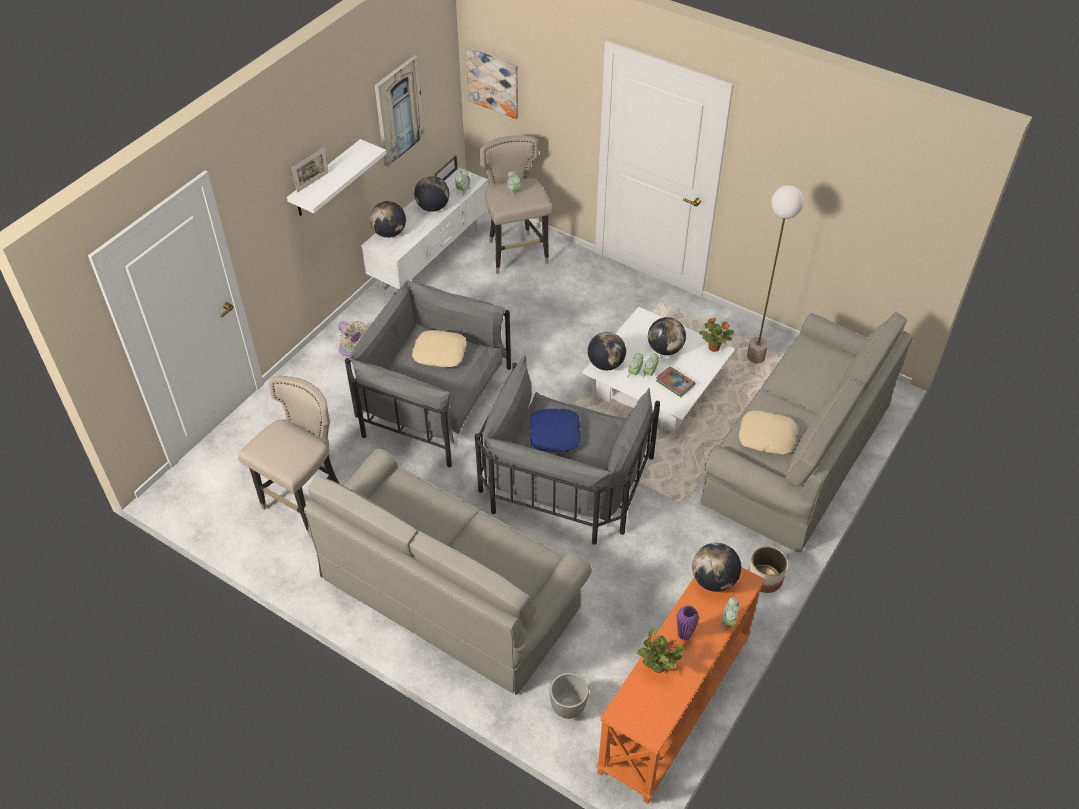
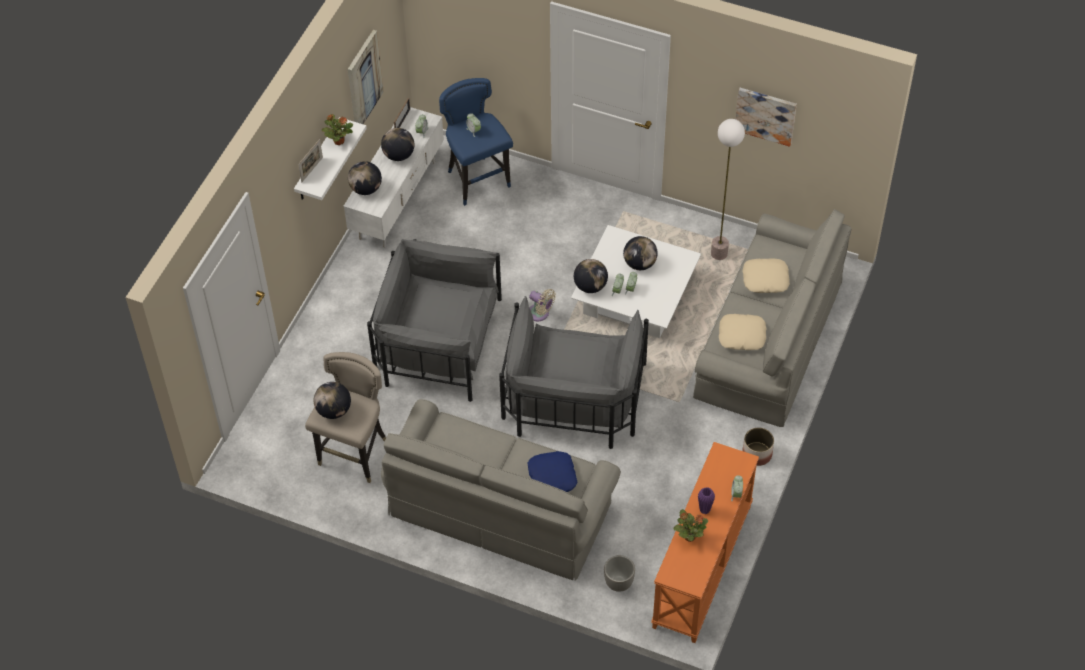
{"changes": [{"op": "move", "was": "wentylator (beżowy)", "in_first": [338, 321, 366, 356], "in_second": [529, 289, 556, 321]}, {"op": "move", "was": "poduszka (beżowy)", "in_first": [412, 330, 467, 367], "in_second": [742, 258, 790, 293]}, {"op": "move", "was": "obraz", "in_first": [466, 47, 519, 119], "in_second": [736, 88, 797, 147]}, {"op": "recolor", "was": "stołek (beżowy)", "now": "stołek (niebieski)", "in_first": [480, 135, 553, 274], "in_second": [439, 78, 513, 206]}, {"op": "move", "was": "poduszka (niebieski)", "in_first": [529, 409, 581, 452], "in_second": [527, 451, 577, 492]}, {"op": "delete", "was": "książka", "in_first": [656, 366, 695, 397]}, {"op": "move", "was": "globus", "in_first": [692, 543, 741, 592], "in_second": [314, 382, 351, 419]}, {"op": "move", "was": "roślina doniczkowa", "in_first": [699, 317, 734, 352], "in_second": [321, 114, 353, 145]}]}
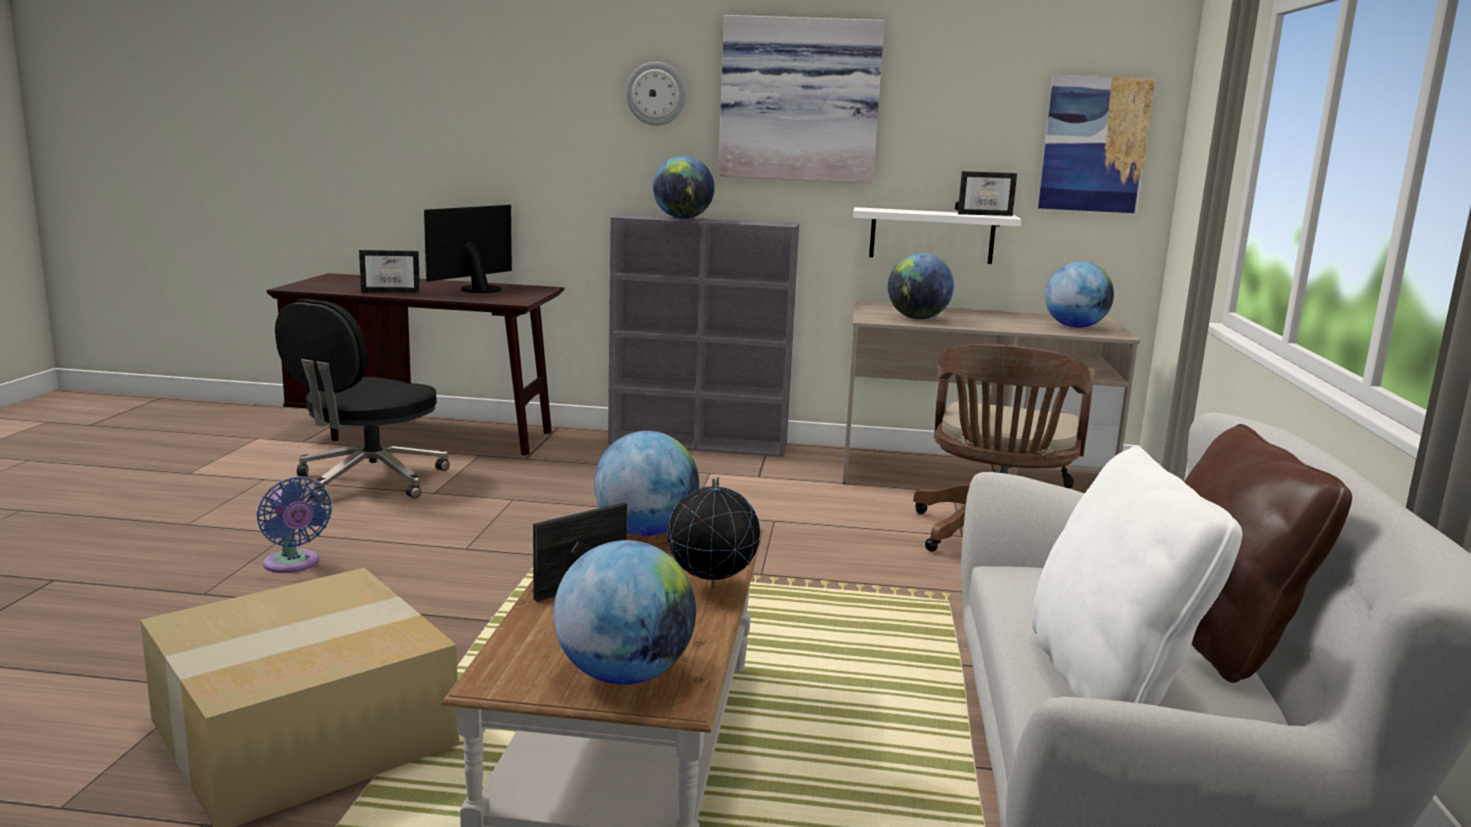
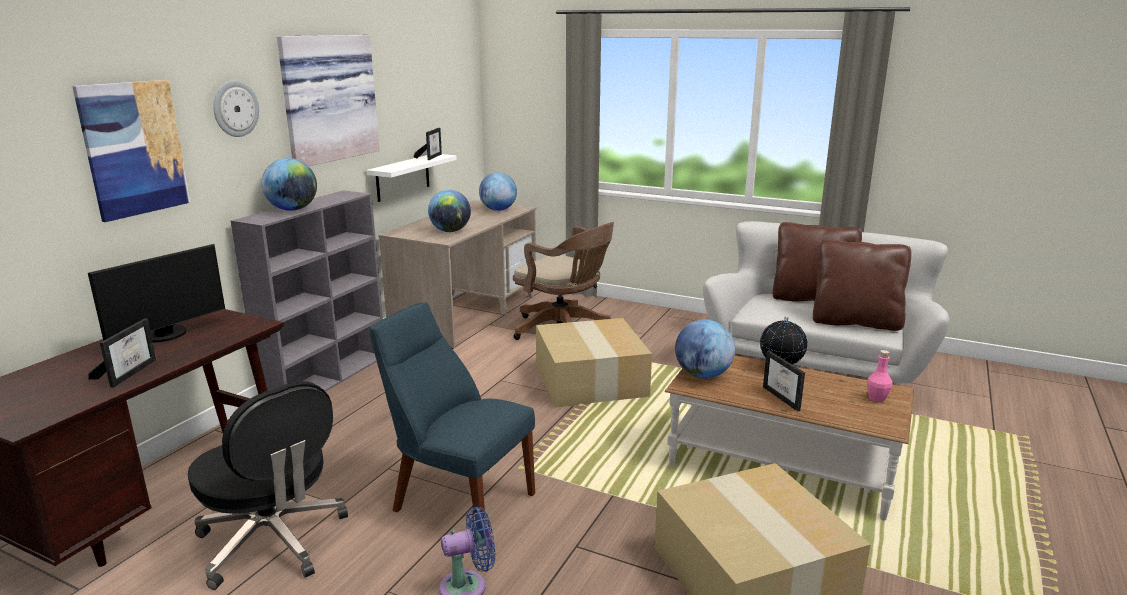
{"changes": [{"op": "rotate", "was": "monitor", "in_first": [424, 205, 512, 293], "in_second": [88, 244, 225, 342], "clockwise": -105}, {"op": "replace", "was": "globus", "now": "butelka (różowy)", "in_first": [553, 540, 696, 685], "in_second": [867, 350, 893, 402]}, {"op": "recolor", "was": "poduszka (biały)", "now": "poduszka (brązowy)", "in_first": [1031, 446, 1242, 706], "in_second": [813, 239, 911, 331]}, {"op": "move", "was": "obraz", "in_first": [1038, 75, 1155, 213], "in_second": [72, 80, 190, 222]}, {"op": "insert", "now": "krzesło (niebieski)", "in_second": [370, 302, 535, 545]}, {"op": "insert", "now": "karton", "in_second": [536, 318, 652, 408]}]}
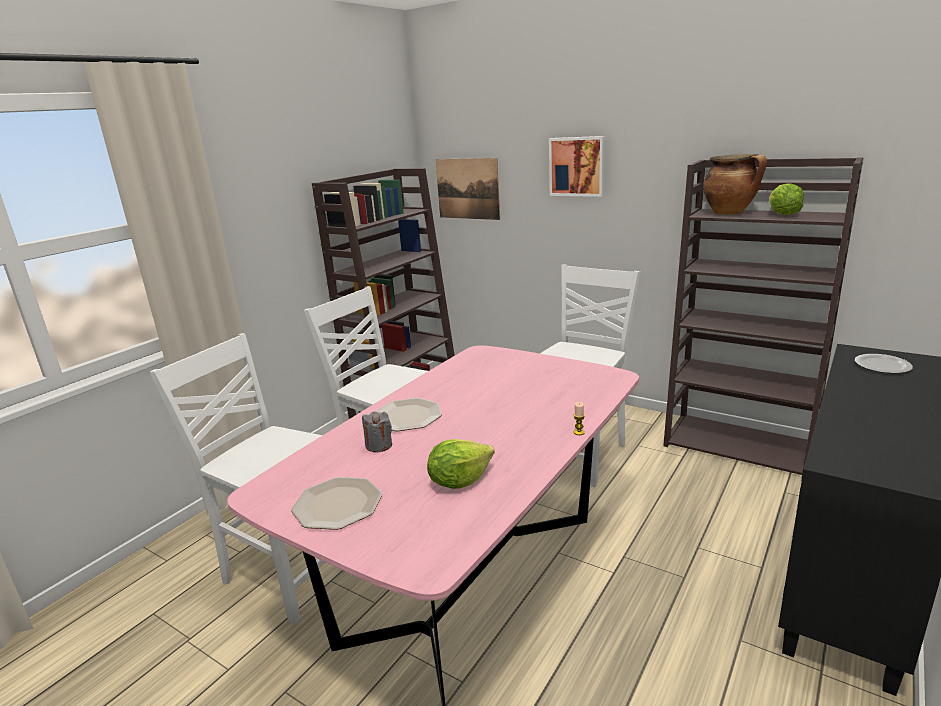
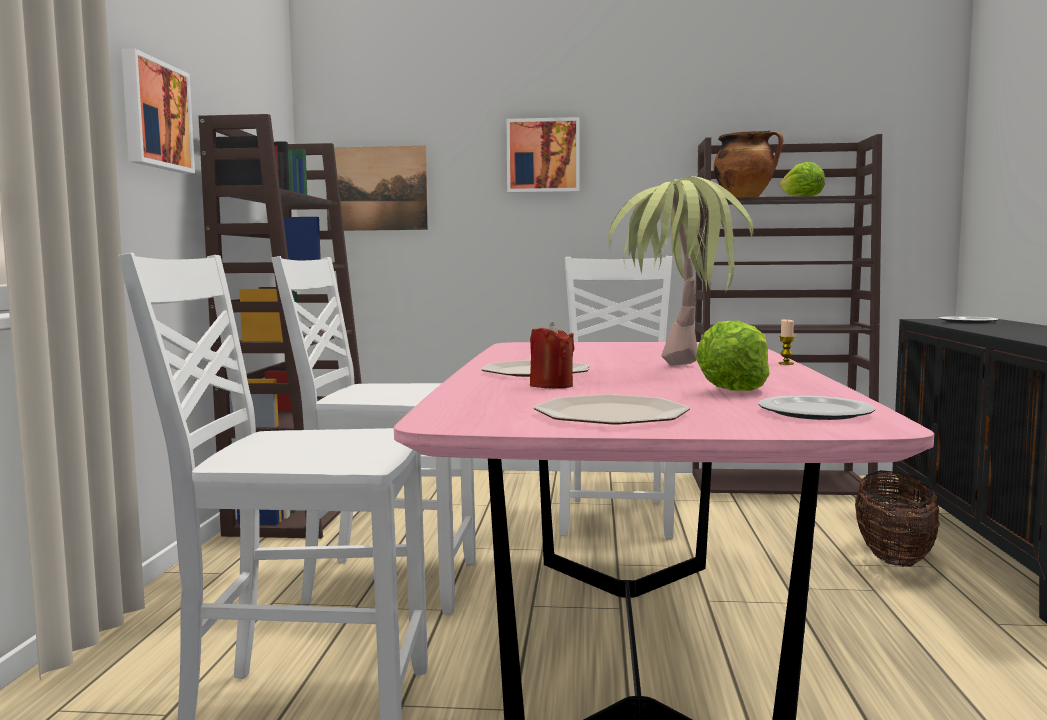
{"changes": [{"op": "recolor", "was": "świeca (szary)", "now": "świeca (czerwony)", "in_first": [362, 411, 392, 452], "in_second": [530, 322, 574, 389]}, {"op": "insert", "now": "obraz", "in_second": [122, 48, 195, 174]}, {"op": "insert", "now": "roślina doniczkowa", "in_second": [608, 176, 753, 366]}, {"op": "insert", "now": "talerz", "in_second": [758, 396, 875, 420]}, {"op": "insert", "now": "koszyk", "in_second": [855, 470, 940, 567]}]}
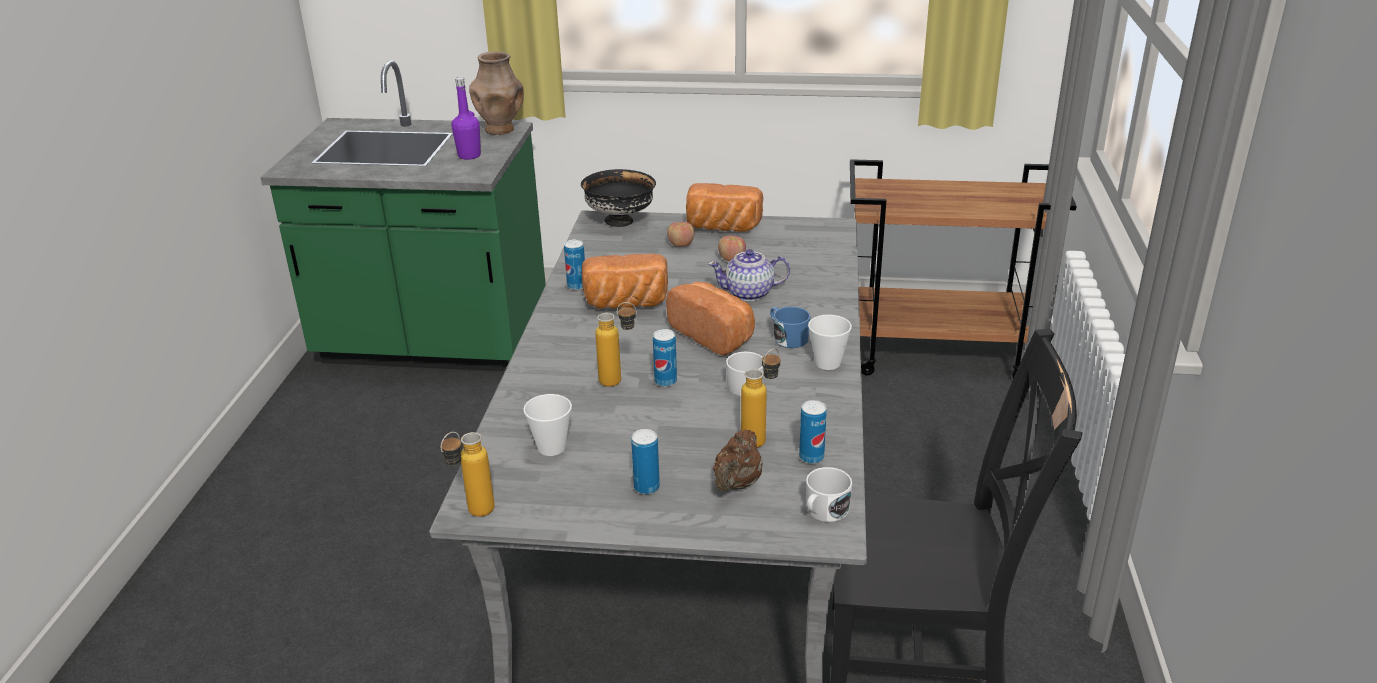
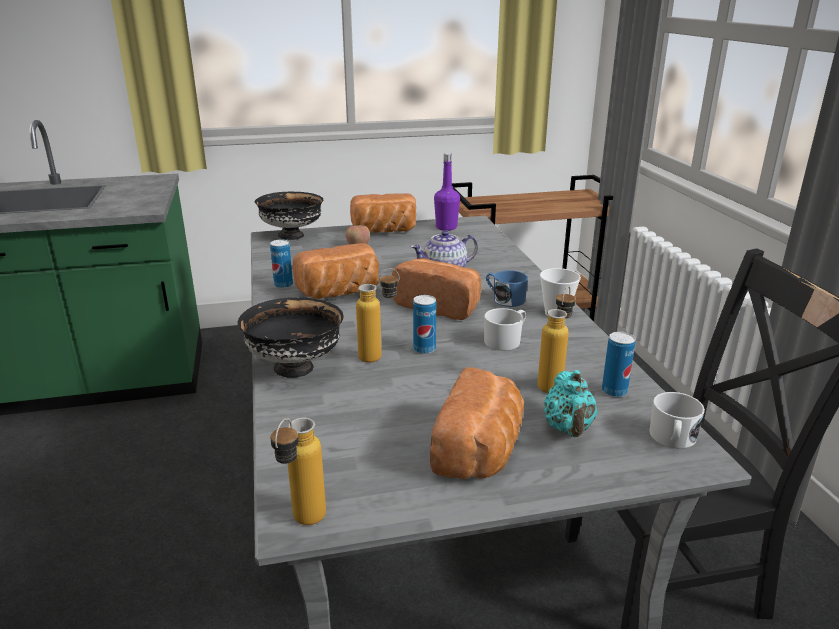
{"changes": [{"op": "move", "was": "butelka (fioletowy)", "in_first": [451, 77, 481, 160], "in_second": [434, 153, 460, 231]}, {"op": "delete", "was": "wazon (brązowy)", "in_first": [469, 51, 524, 135]}, {"op": "delete", "was": "filiżanka", "in_first": [523, 394, 572, 456]}, {"op": "replace", "was": "puszka", "now": "chleb", "in_first": [631, 429, 660, 494], "in_second": [430, 367, 524, 479]}, {"op": "recolor", "was": "imbryk (brązowy)", "now": "imbryk (turkusowy)", "in_first": [713, 430, 762, 492], "in_second": [543, 370, 598, 438]}, {"op": "delete", "was": "jabłko", "in_first": [718, 235, 746, 261]}, {"op": "insert", "now": "miska (czarny)", "in_second": [237, 297, 344, 378]}]}
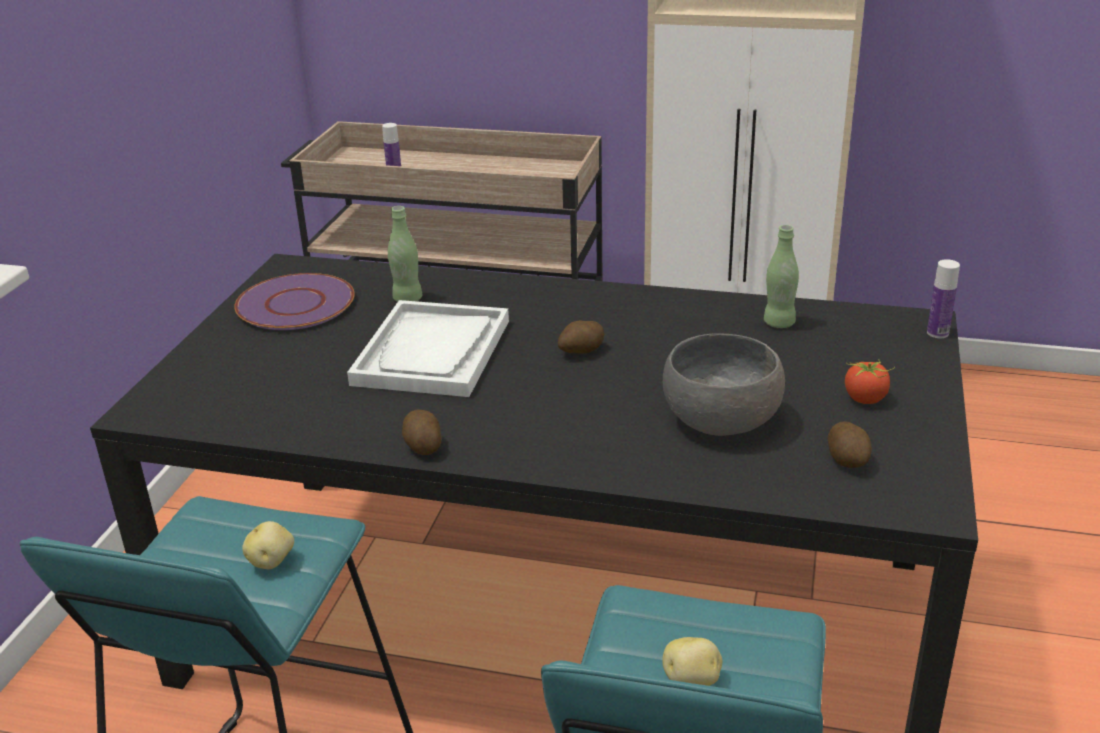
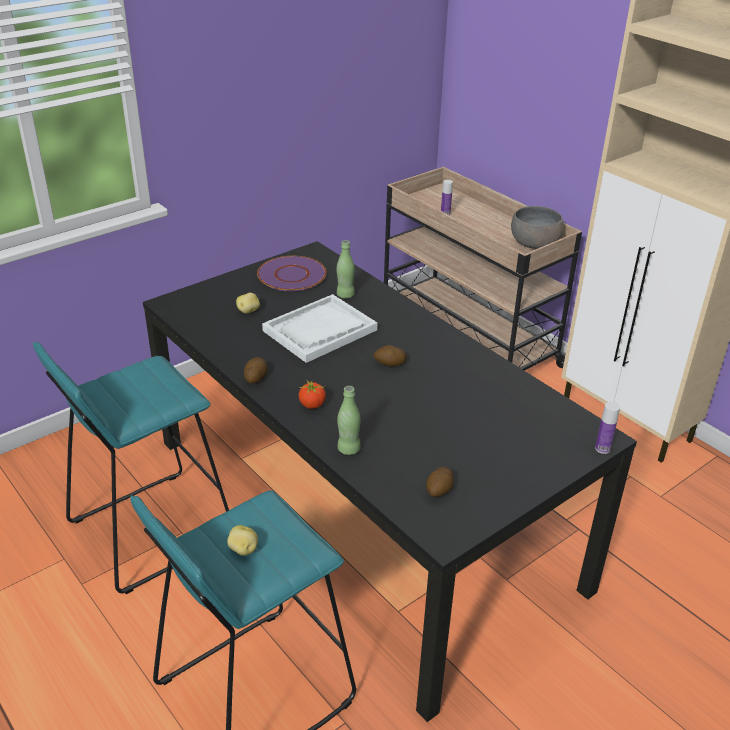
{"changes": [{"op": "move", "was": "ziemniak", "in_first": [242, 521, 294, 569], "in_second": [236, 293, 260, 314]}, {"op": "move", "was": "miska (szary)", "in_first": [663, 333, 785, 436], "in_second": [511, 206, 564, 249]}, {"op": "move", "was": "butelka (zielony)", "in_first": [764, 225, 799, 328], "in_second": [337, 386, 361, 455]}, {"op": "move", "was": "pomidor", "in_first": [845, 359, 895, 404], "in_second": [298, 379, 326, 409]}]}
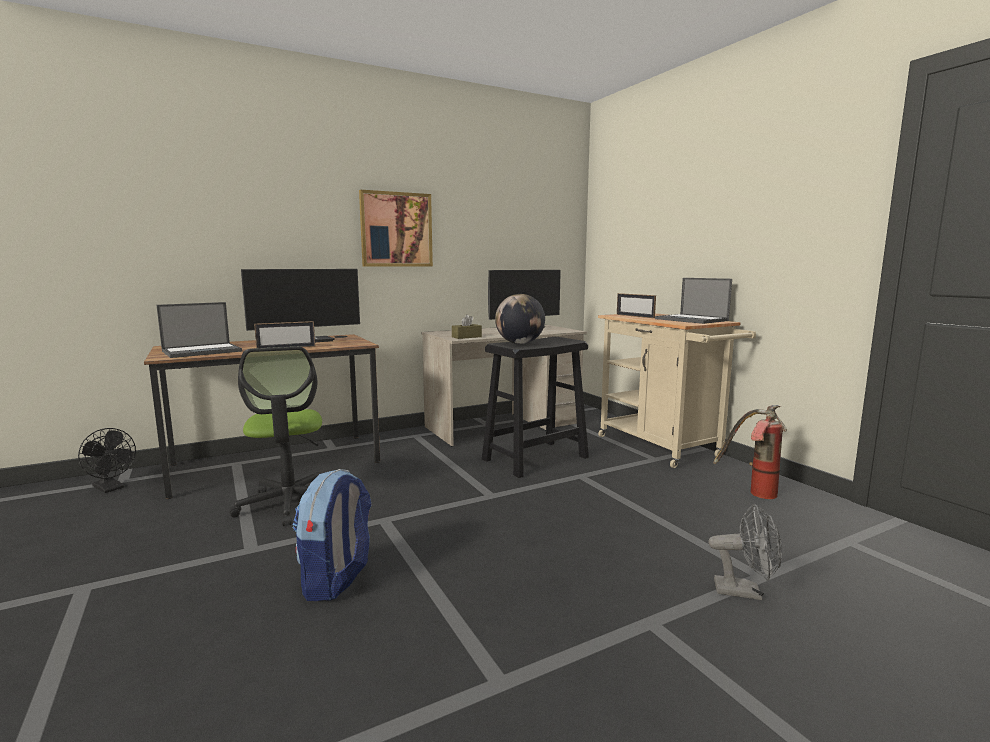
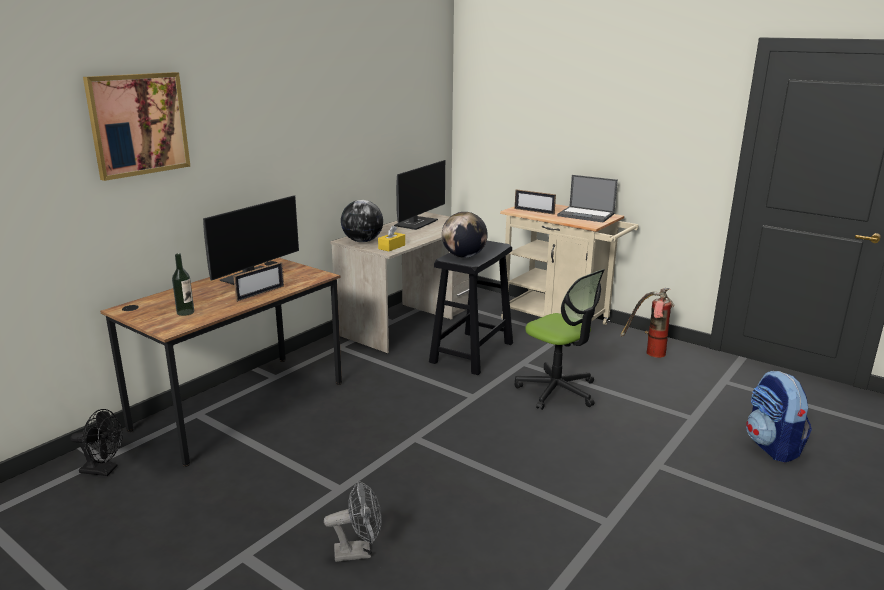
{"changes": [{"op": "replace", "was": "laptop", "now": "butelka", "in_first": [156, 302, 242, 358], "in_second": [172, 253, 194, 316]}, {"op": "move", "was": "krzesło biurowe", "in_first": [229, 347, 322, 526], "in_second": [515, 269, 605, 410]}, {"op": "move", "was": "plecak", "in_first": [292, 469, 372, 601], "in_second": [746, 371, 812, 462]}, {"op": "move", "was": "obraz", "in_first": [359, 190, 433, 267], "in_second": [83, 72, 190, 181]}, {"op": "recolor", "was": "pudełko chusteczek (brązowy)", "now": "pudełko chusteczek (żółty)", "in_first": [452, 314, 482, 339], "in_second": [378, 225, 405, 251]}, {"op": "move", "was": "wentylator (szary)", "in_first": [708, 504, 782, 600], "in_second": [324, 480, 382, 562]}, {"op": "insert", "now": "globus", "in_second": [341, 200, 383, 242]}]}
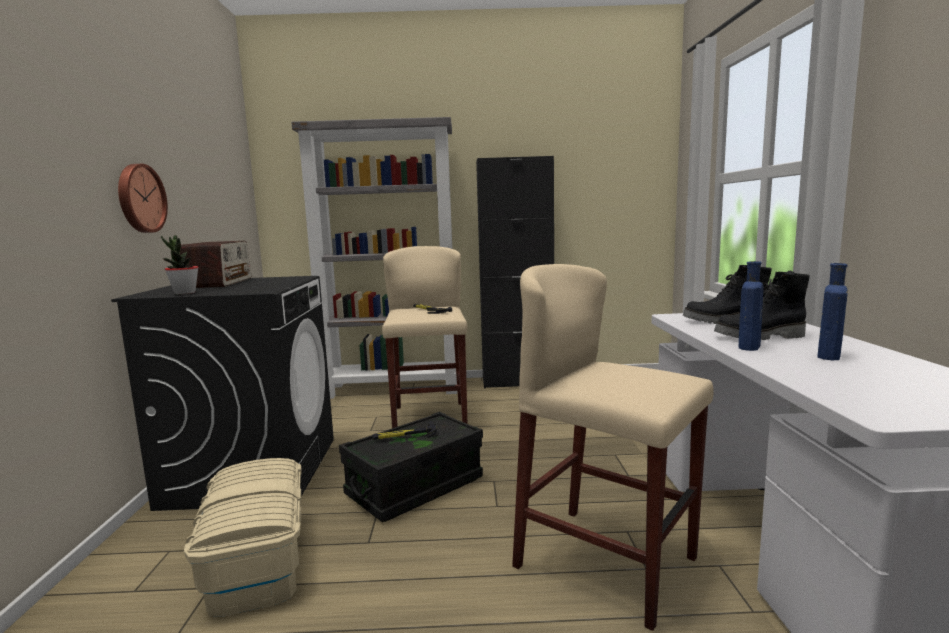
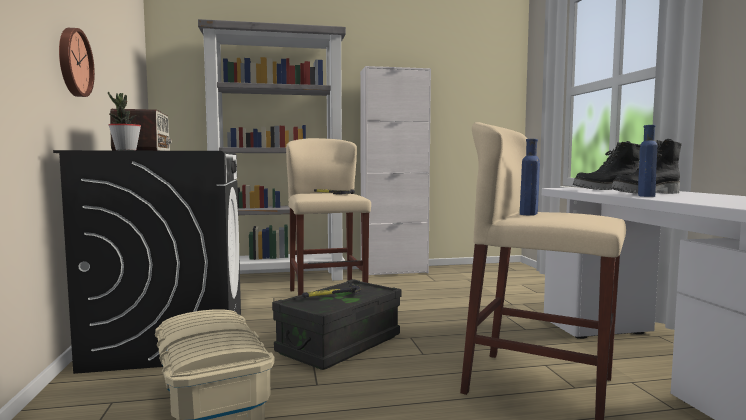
{"changes": [{"op": "recolor", "was": "szafka (czarny)", "now": "szafka (biały)", "in_first": [476, 156, 554, 389], "in_second": [360, 66, 431, 275]}, {"op": "move", "was": "butelka (niebieski)", "in_first": [817, 263, 848, 360], "in_second": [520, 139, 540, 216]}]}
